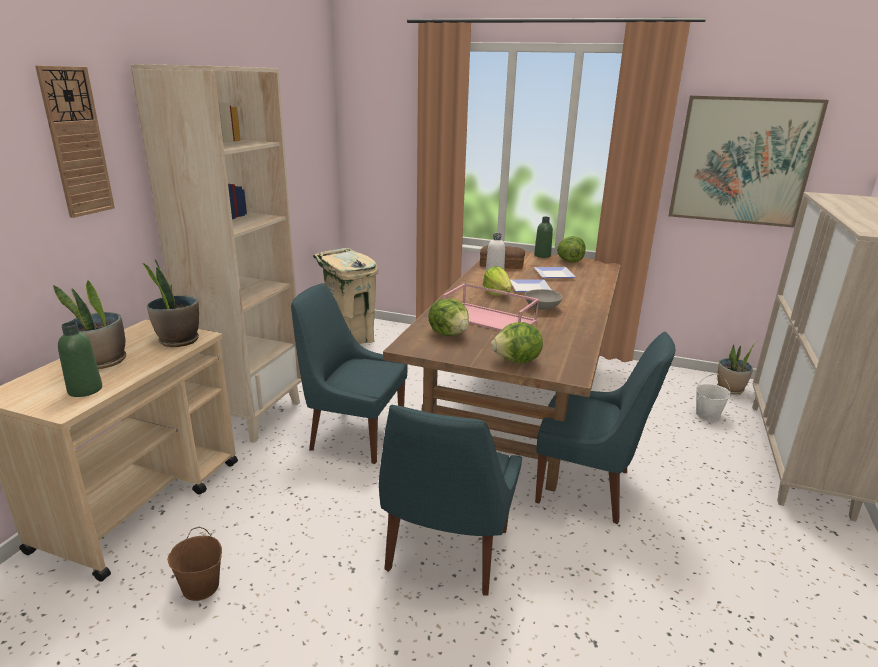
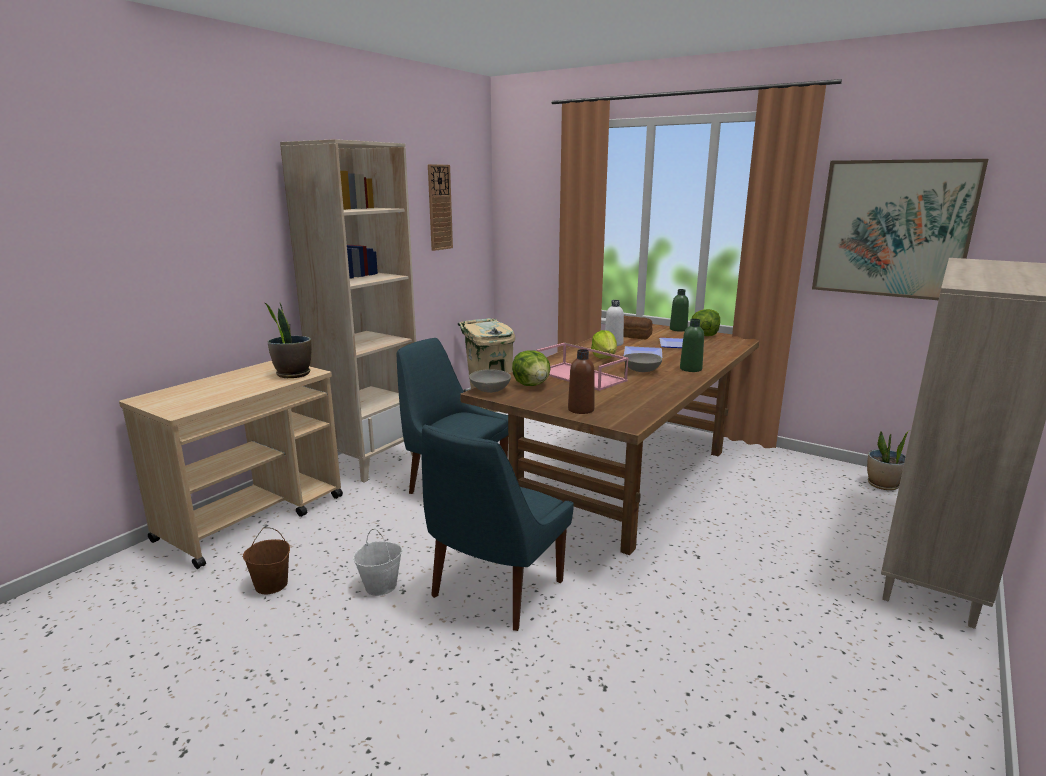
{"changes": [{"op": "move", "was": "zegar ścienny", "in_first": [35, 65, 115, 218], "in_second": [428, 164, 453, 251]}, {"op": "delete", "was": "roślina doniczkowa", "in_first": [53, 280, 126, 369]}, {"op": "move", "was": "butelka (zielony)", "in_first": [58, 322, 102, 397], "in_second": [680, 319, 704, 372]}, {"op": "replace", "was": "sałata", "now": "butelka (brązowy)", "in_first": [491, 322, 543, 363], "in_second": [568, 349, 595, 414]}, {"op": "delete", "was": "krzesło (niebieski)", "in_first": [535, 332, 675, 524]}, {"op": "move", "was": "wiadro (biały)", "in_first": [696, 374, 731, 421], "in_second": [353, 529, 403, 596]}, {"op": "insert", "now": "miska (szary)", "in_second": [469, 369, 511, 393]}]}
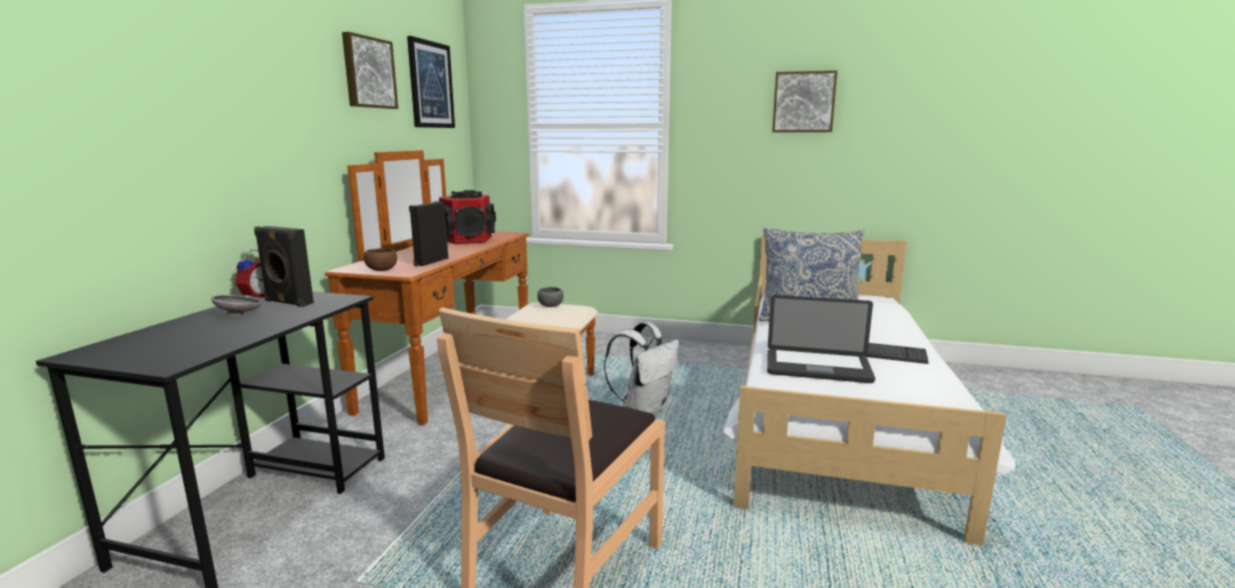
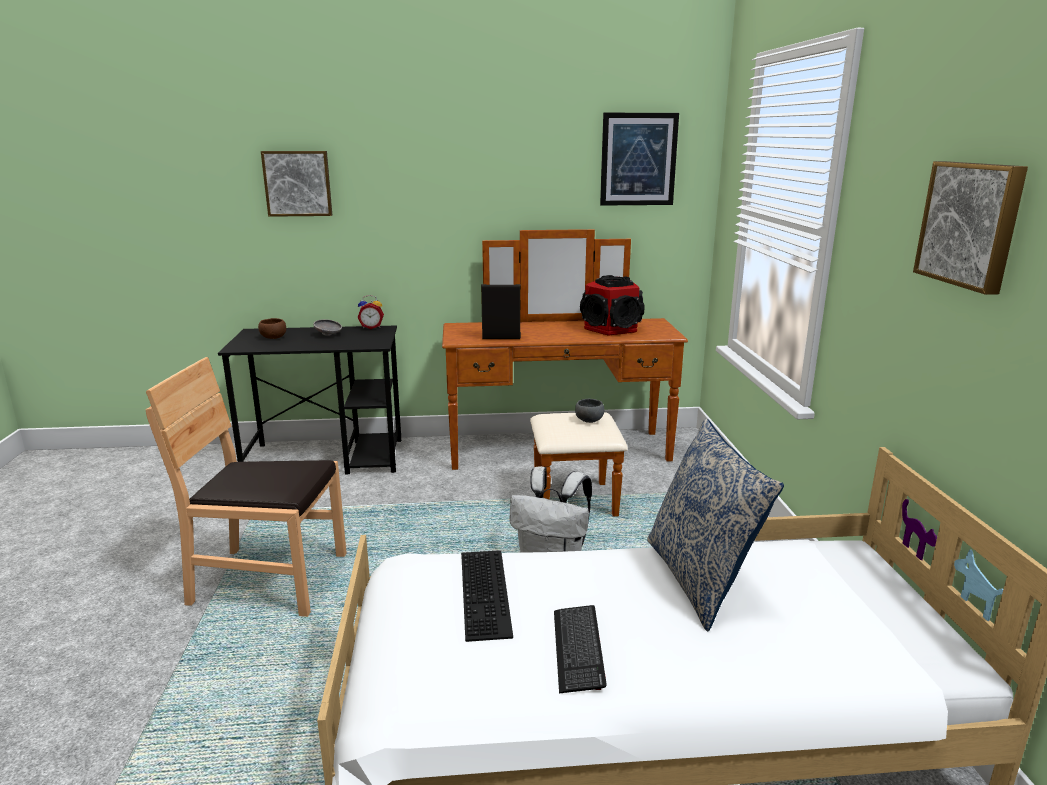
{"changes": [{"op": "delete", "was": "głośnik (czarny)", "in_first": [254, 226, 314, 307]}, {"op": "move", "was": "obraz", "in_first": [342, 32, 398, 109], "in_second": [261, 151, 332, 217]}, {"op": "move", "was": "miska (brązowy)", "in_first": [364, 248, 397, 271], "in_second": [258, 318, 286, 339]}, {"op": "replace", "was": "laptop", "now": "klawiatura", "in_first": [767, 295, 875, 383], "in_second": [461, 550, 513, 642]}]}
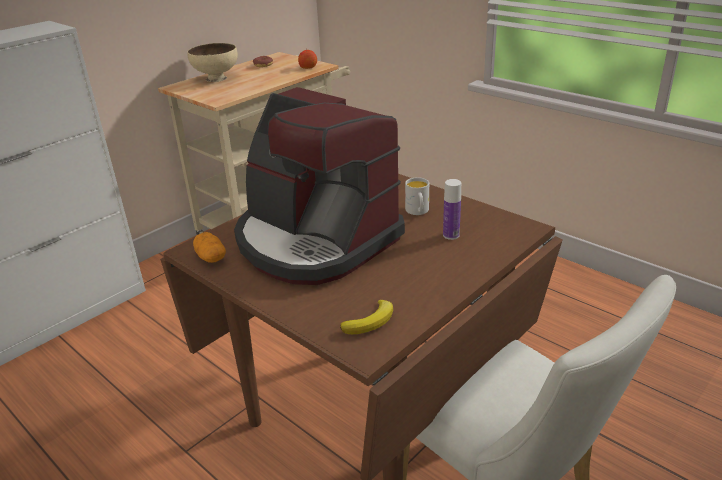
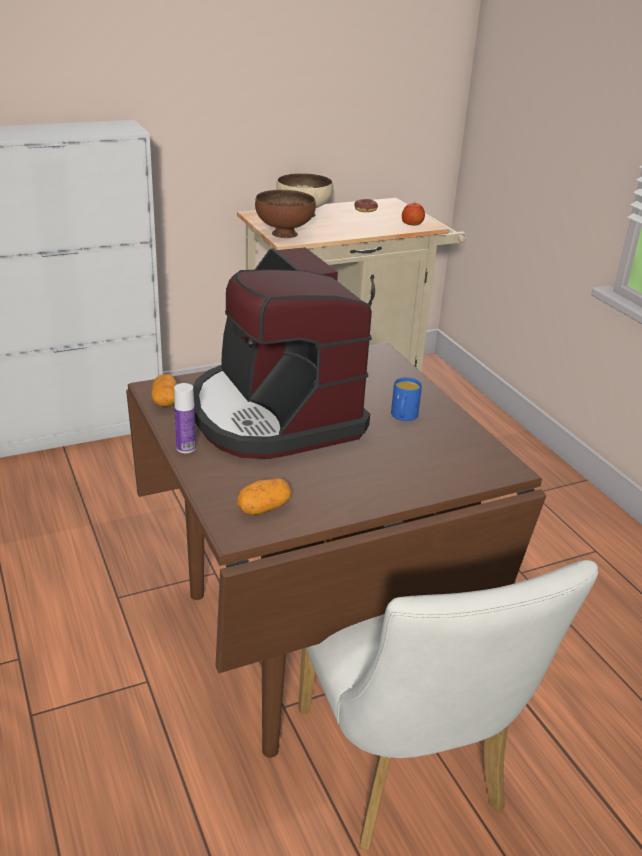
{"changes": [{"op": "replace", "was": "banan", "now": "ziemniak", "in_first": [340, 300, 393, 334], "in_second": [237, 478, 292, 515]}, {"op": "recolor", "was": "kubek (biały)", "now": "kubek (niebieski)", "in_first": [405, 177, 429, 215], "in_second": [391, 377, 422, 421]}, {"op": "move", "was": "butelka", "in_first": [443, 179, 461, 240], "in_second": [174, 383, 196, 453]}, {"op": "insert", "now": "miska (brązowy)", "in_second": [255, 190, 316, 238]}]}
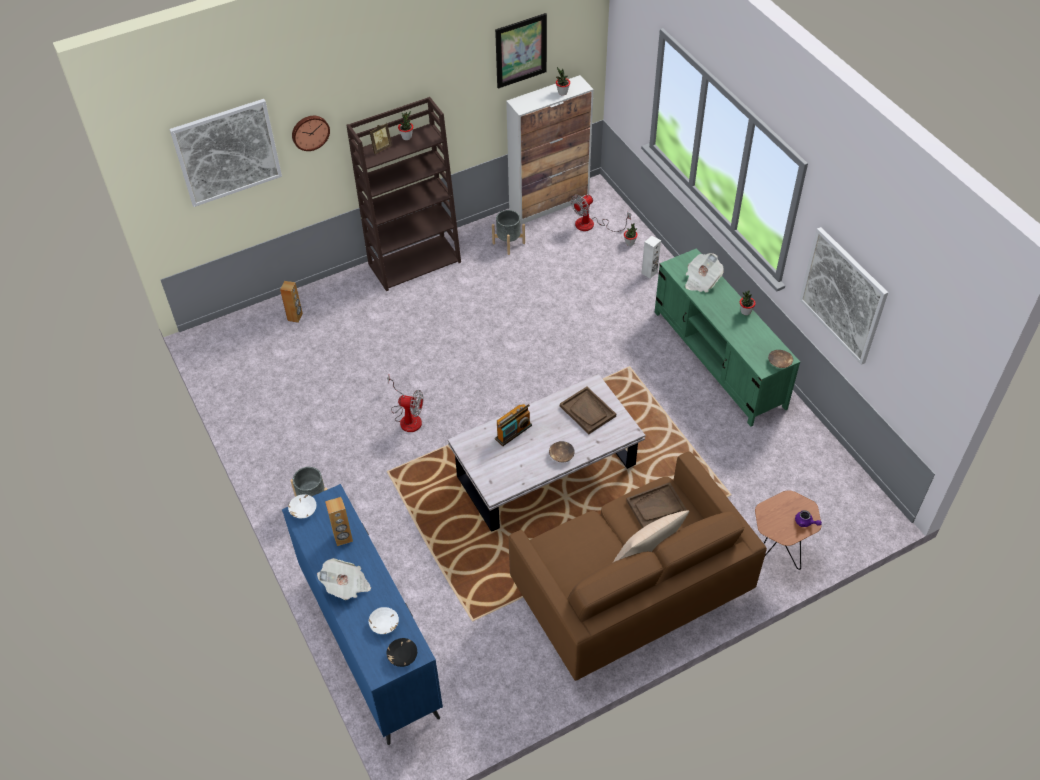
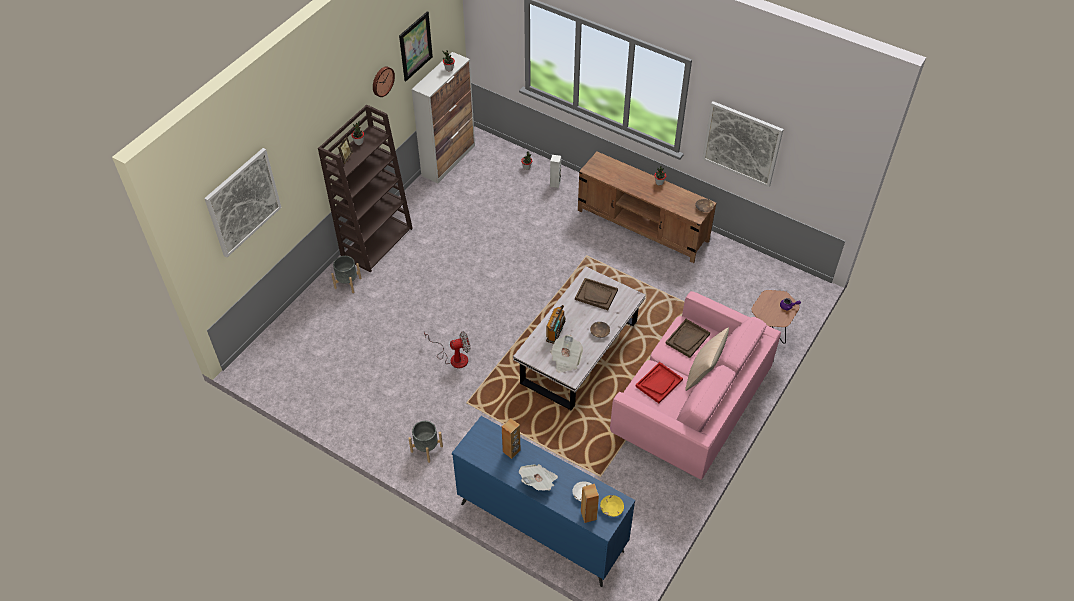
{"changes": [{"op": "move", "was": "głośnik (brązowy)", "in_first": [280, 281, 303, 323], "in_second": [581, 484, 599, 523]}, {"op": "delete", "was": "miska (biały)", "in_first": [288, 494, 316, 519]}, {"op": "move", "was": "zegar ścienny", "in_first": [292, 116, 330, 151], "in_second": [373, 67, 395, 97]}, {"op": "recolor", "was": "miska (czarny)", "now": "miska (żółty)", "in_first": [387, 638, 417, 667], "in_second": [600, 495, 624, 517]}, {"op": "move", "was": "donica (szary)", "in_first": [492, 210, 525, 255], "in_second": [331, 256, 361, 293]}, {"op": "recolor", "was": "kanapa (brązowy)", "now": "kanapa (różowy)", "in_first": [509, 451, 767, 681], "in_second": [610, 291, 781, 480]}, {"op": "delete", "was": "wentylator", "in_first": [571, 195, 631, 232]}, {"op": "recolor", "was": "szafka pod telewizor (zielony)", "now": "szafka pod telewizor (brązowy)", "in_first": [655, 248, 800, 427], "in_second": [578, 152, 716, 263]}, {"op": "move", "was": "gazeta", "in_first": [685, 253, 724, 293], "in_second": [550, 335, 583, 373]}, {"op": "insert", "now": "taca (czerwony)", "in_second": [635, 362, 683, 403]}]}
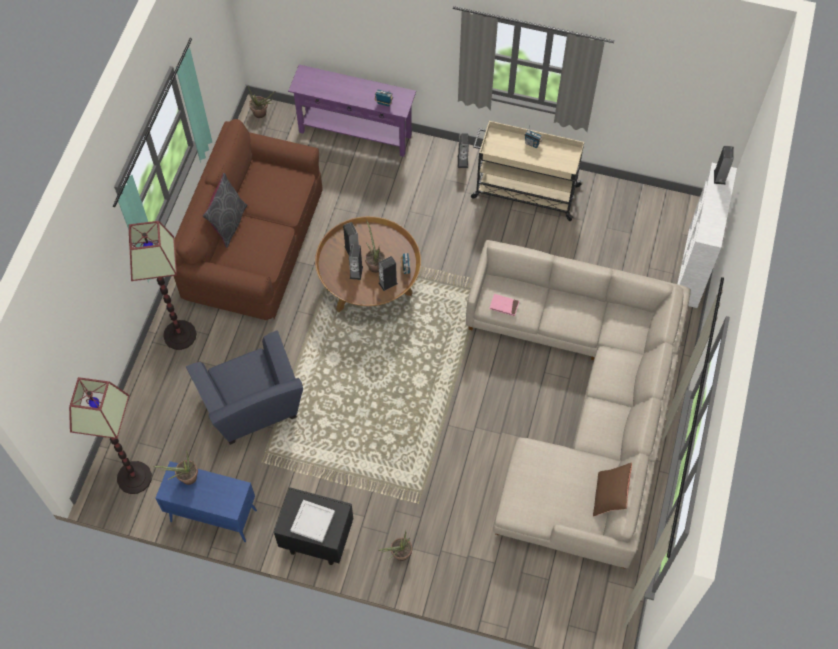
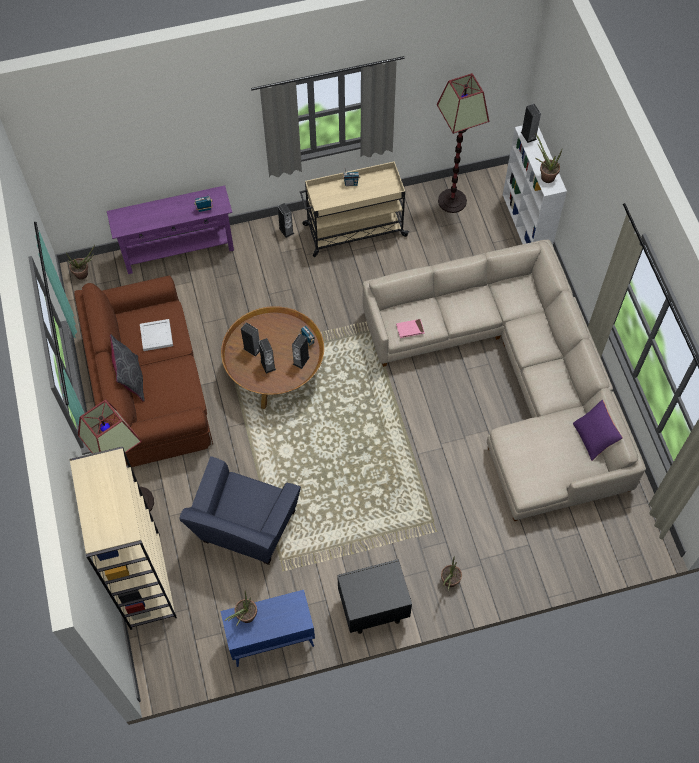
{"changes": [{"op": "move", "was": "lampa stojąca", "in_first": [69, 377, 152, 494], "in_second": [437, 73, 489, 213]}, {"op": "rotate", "was": "fotel (niebieski)", "in_first": [186, 330, 303, 445], "in_second": [179, 456, 301, 565], "clockwise": 75}, {"op": "move", "was": "taca (biały)", "in_first": [291, 500, 335, 543], "in_second": [140, 319, 173, 351]}, {"op": "move", "was": "roślina doniczkowa", "in_first": [365, 219, 385, 273], "in_second": [535, 133, 563, 183]}, {"op": "recolor", "was": "poduszka (brązowy)", "now": "poduszka (fioletowy)", "in_first": [593, 463, 632, 517], "in_second": [573, 400, 623, 461]}, {"op": "insert", "now": "regał (beżowy)", "in_second": [69, 446, 177, 630]}]}
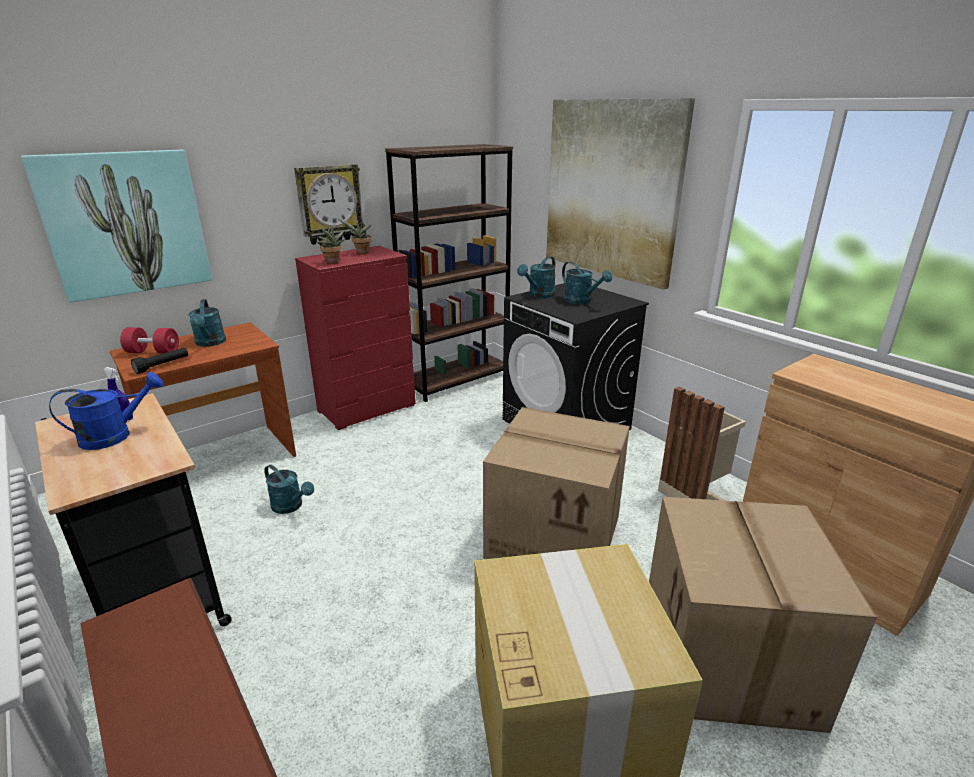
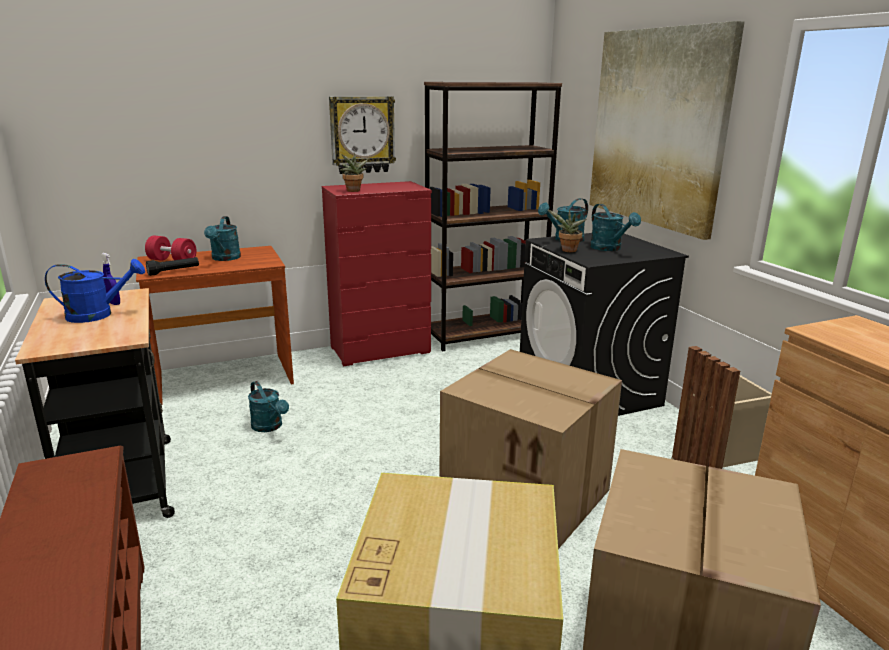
{"changes": [{"op": "delete", "was": "obraz", "in_first": [21, 150, 212, 303]}, {"op": "move", "was": "roślina doniczkowa", "in_first": [338, 218, 371, 254], "in_second": [547, 209, 587, 252]}]}
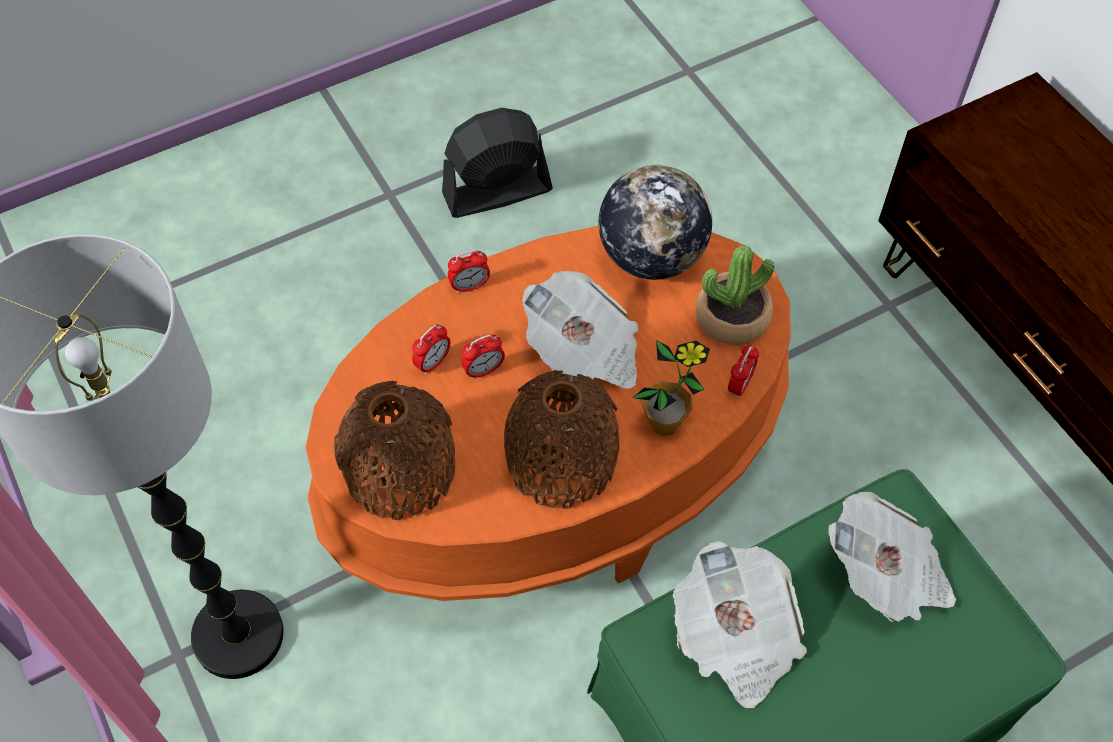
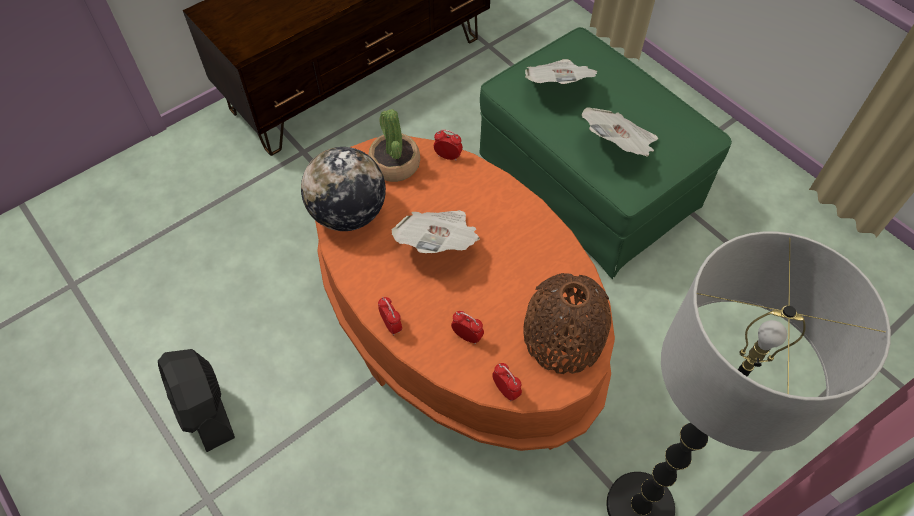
{"changes": [{"op": "move", "was": "budzik", "in_first": [461, 334, 505, 380], "in_second": [492, 363, 522, 401]}, {"op": "delete", "was": "wazon (brązowy)", "in_first": [504, 370, 619, 509]}, {"op": "delete", "was": "roślina doniczkowa", "in_first": [633, 340, 710, 436]}]}
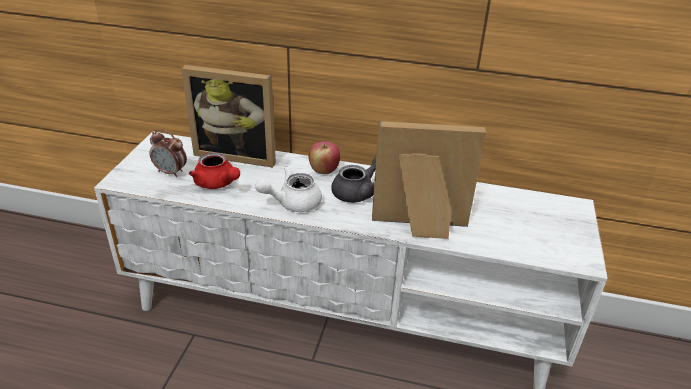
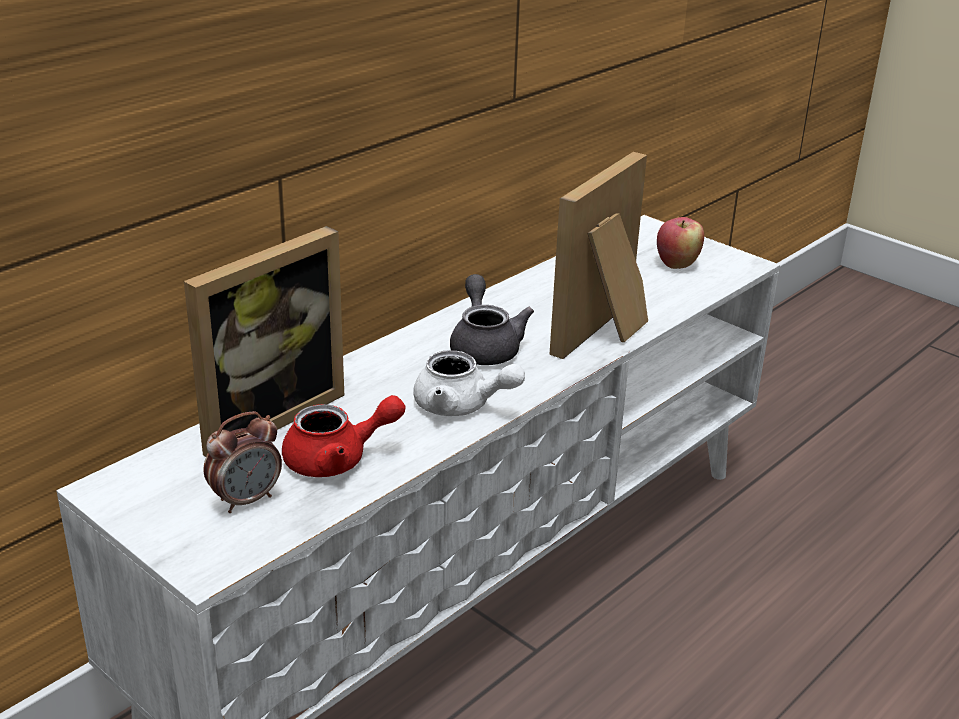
{"changes": [{"op": "rotate", "was": "imbryk (biały)", "in_first": [255, 166, 322, 212], "in_second": [413, 350, 525, 416], "clockwise": -75}, {"op": "move", "was": "jabłko", "in_first": [309, 141, 340, 174], "in_second": [657, 217, 704, 269]}]}
